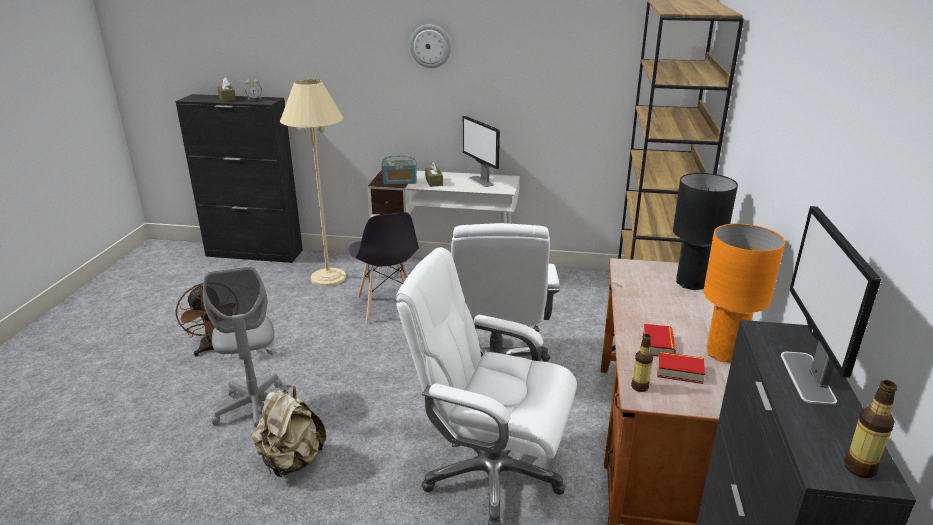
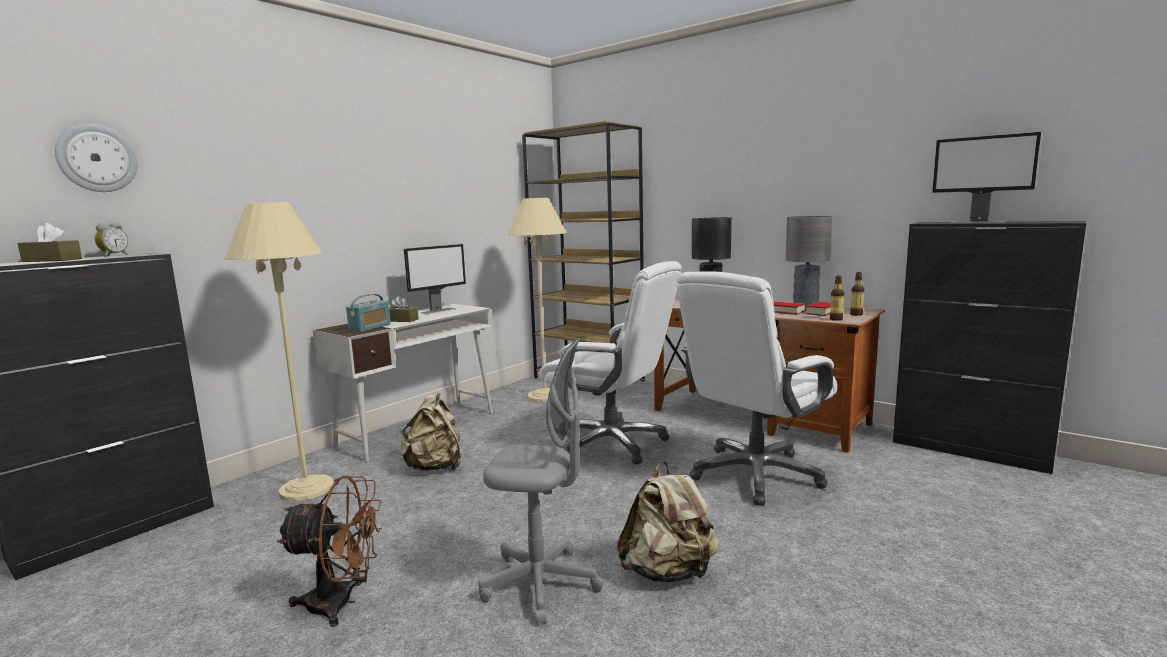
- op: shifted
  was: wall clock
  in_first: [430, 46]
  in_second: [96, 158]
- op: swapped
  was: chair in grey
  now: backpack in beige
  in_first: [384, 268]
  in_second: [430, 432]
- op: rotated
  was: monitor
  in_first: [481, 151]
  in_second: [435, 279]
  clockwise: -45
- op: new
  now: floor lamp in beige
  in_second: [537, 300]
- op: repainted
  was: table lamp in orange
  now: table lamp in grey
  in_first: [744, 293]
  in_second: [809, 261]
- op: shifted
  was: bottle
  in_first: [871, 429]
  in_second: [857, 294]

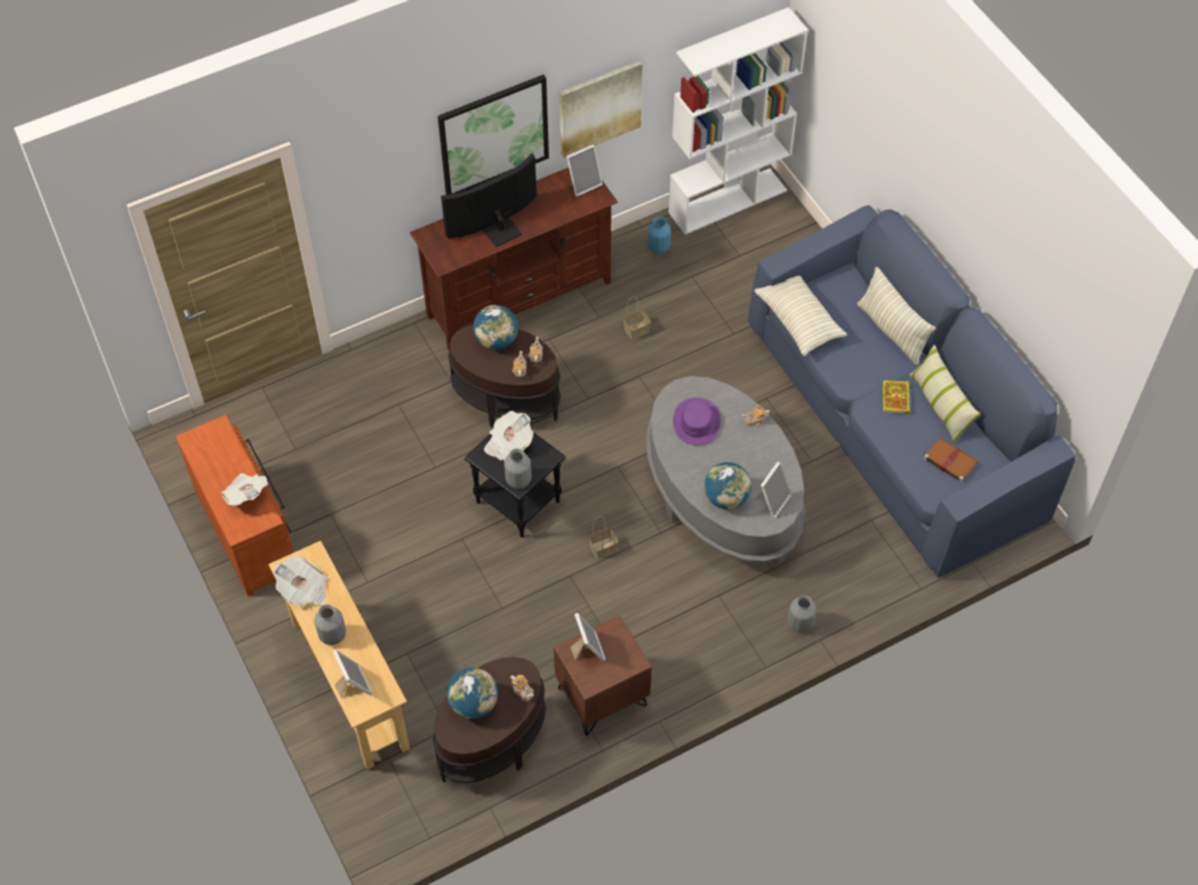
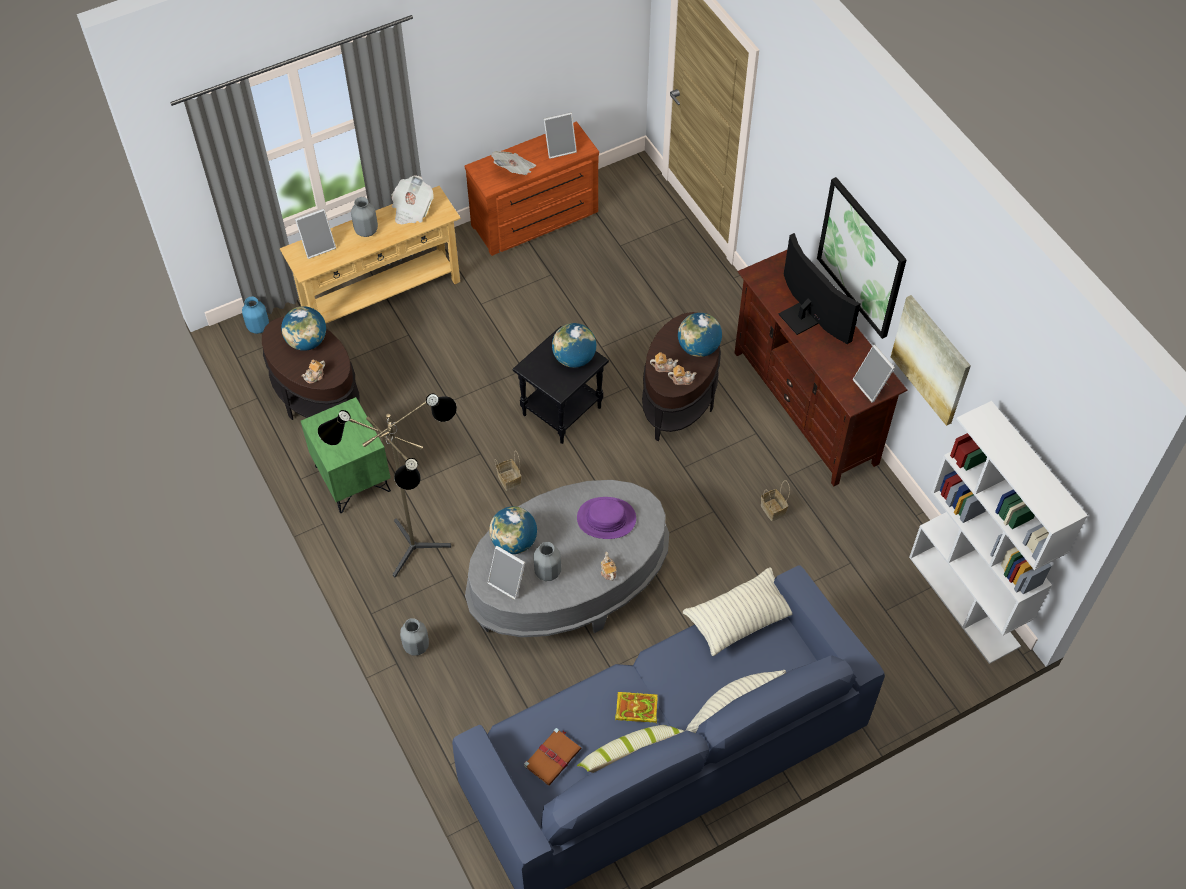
- op: shifted
  was: vase in blue
  in_first: [659, 235]
  in_second: [255, 315]
- op: repainted
  was: nightstand in brown
  now: nightstand in green
  in_first: [603, 675]
  in_second: [346, 455]
- op: new
  now: floor lamp
  in_second: [387, 486]
- op: shifted
  was: vase in grey
  in_first: [517, 468]
  in_second: [547, 561]
- op: shifted
  was: picture frame
  in_first: [588, 637]
  in_second: [560, 135]
- op: swapped
  was: newspaper
  now: globe
  in_first: [508, 436]
  in_second: [574, 345]

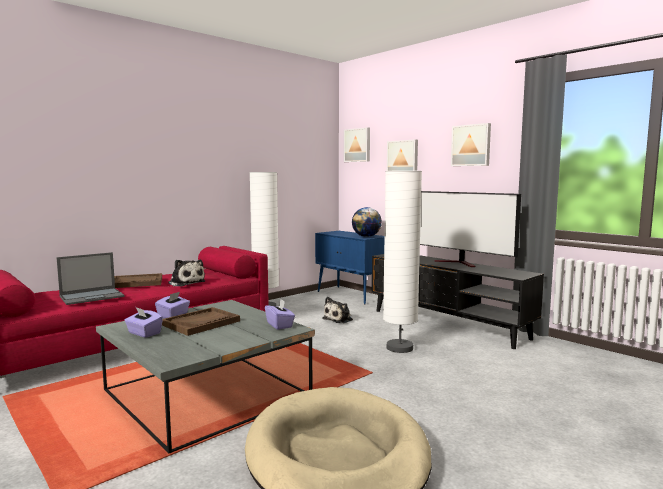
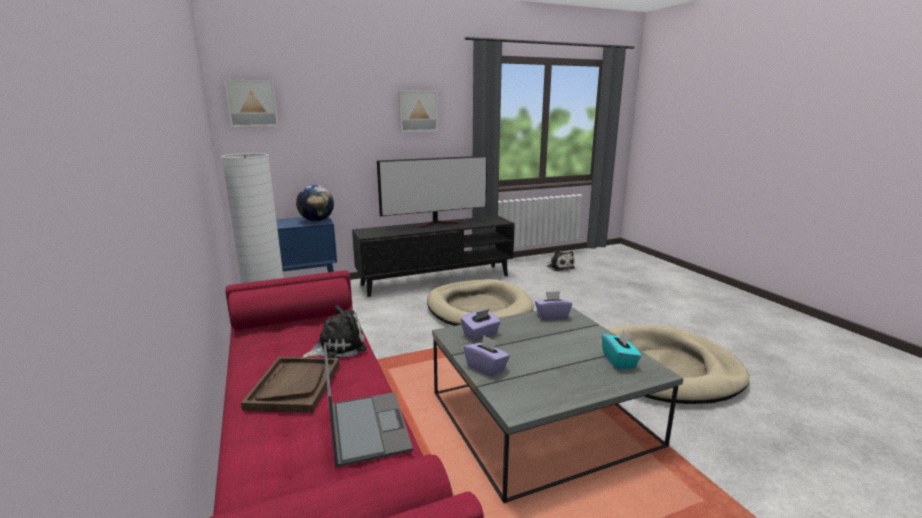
- op: swapped
  was: floor lamp in white
  now: dog bed in beige
  in_first: [402, 262]
  in_second: [480, 302]
- op: shifted
  was: tissue box in purple
  in_first: [143, 322]
  in_second: [481, 324]
- op: shifted
  was: plush toy
  in_first: [337, 310]
  in_second: [561, 261]
- op: new
  now: tissue box in turquoise
  in_second: [621, 349]
- op: gone
  was: tray in brown
  in_first: [201, 321]
- op: gone
  was: picture
  in_first: [402, 155]

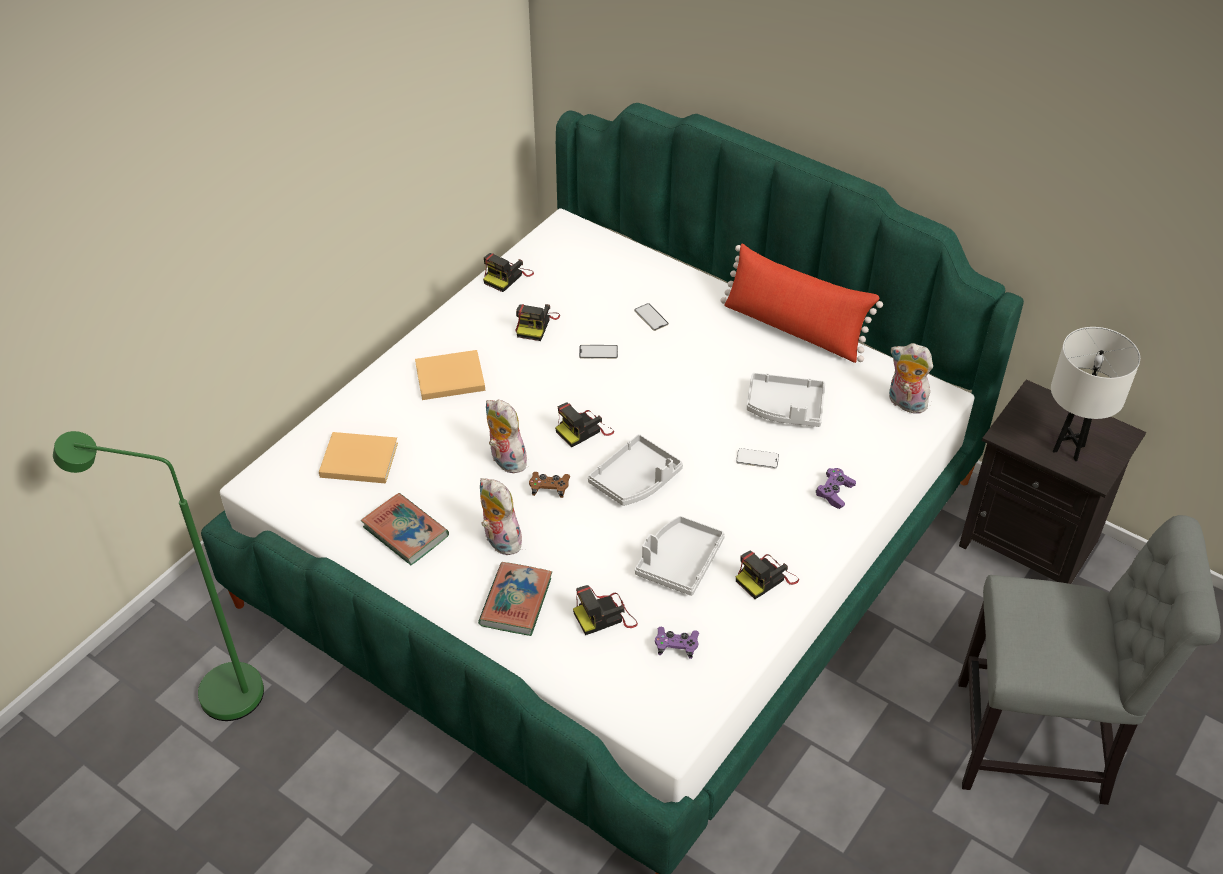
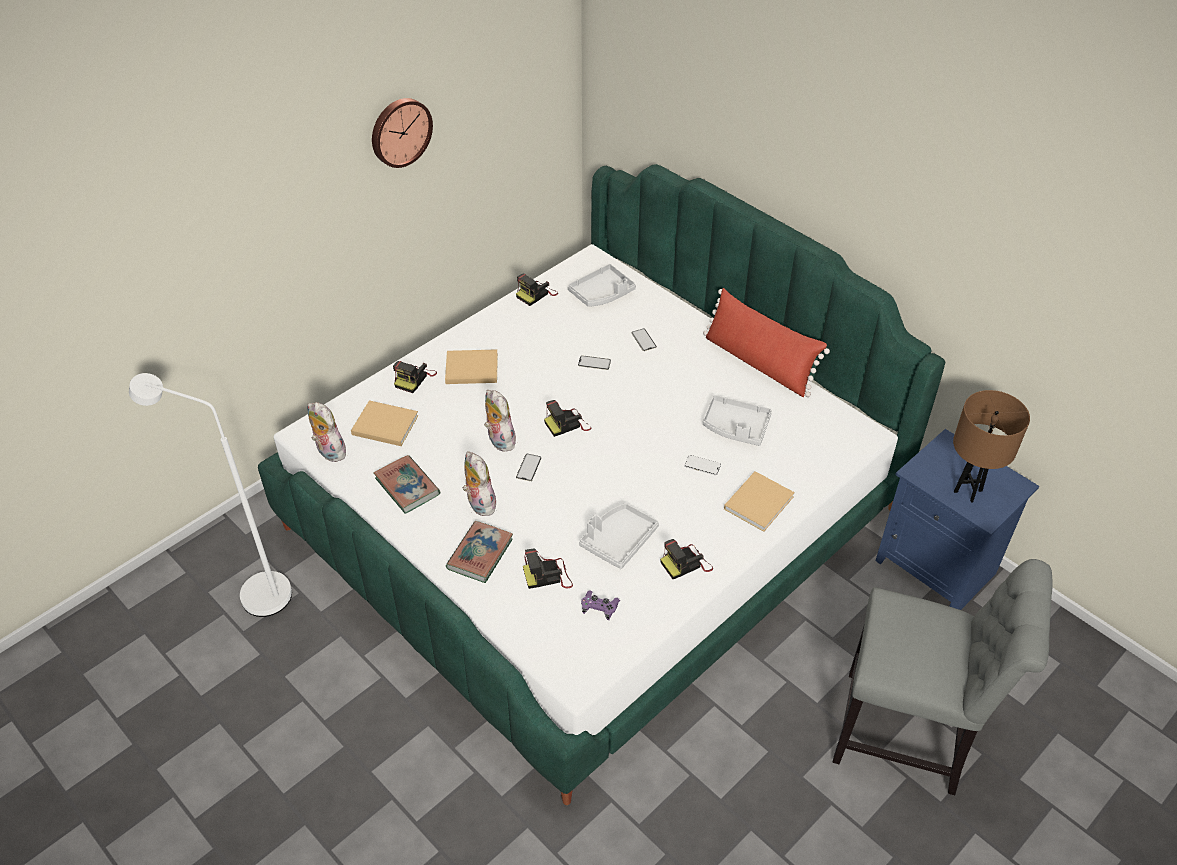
- op: repainted
  was: floor lamp in green
  now: floor lamp in white
  in_first: [158, 576]
  in_second: [210, 495]
- op: shifted
  was: plush toy
  in_first: [911, 378]
  in_second: [327, 432]
- op: new
  now: wall clock
  in_second: [402, 133]
- op: shifted
  was: photo camera
  in_first: [537, 322]
  in_second: [415, 377]
- op: swapped
  was: game controller in brown
  now: phone
  in_first: [549, 485]
  in_second: [528, 467]
- op: shifted
  was: tray in grey
  in_first: [635, 470]
  in_second: [602, 285]
- op: swapped
  was: game controller in purple
  now: book in beige
  in_first: [836, 488]
  in_second: [759, 501]
- op: repainted
  was: nightstand in black
  now: nightstand in blue
  in_first: [1052, 481]
  in_second: [957, 519]
- op: repainted
  was: table lamp in white
  now: table lamp in brown
  in_first: [1095, 394]
  in_second: [991, 446]

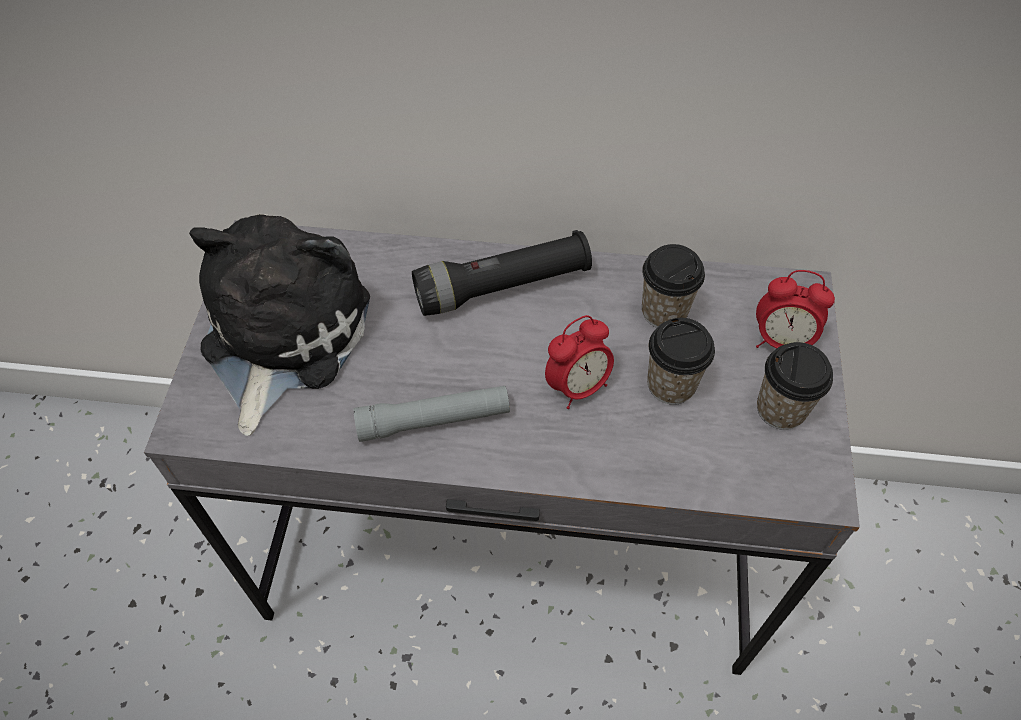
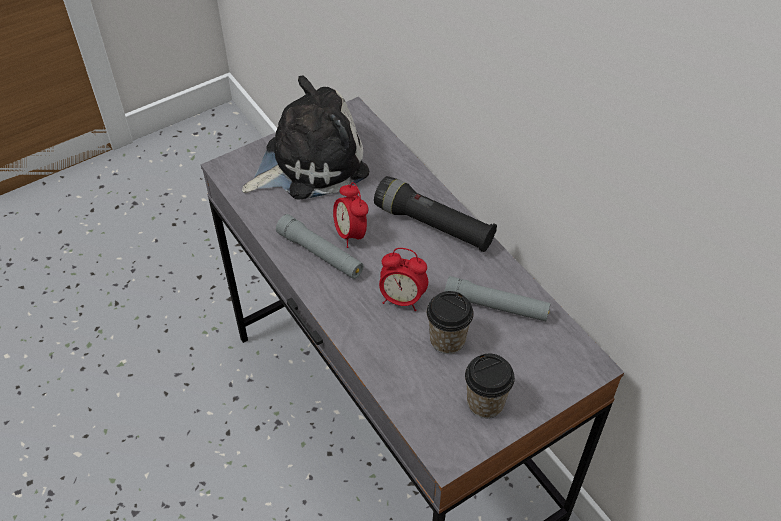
- op: shifted
  was: alarm clock
  in_first: [795, 309]
  in_second: [351, 215]
- op: swapped
  was: cup
  now: flashlight in grey
  in_first: [673, 286]
  in_second: [497, 298]

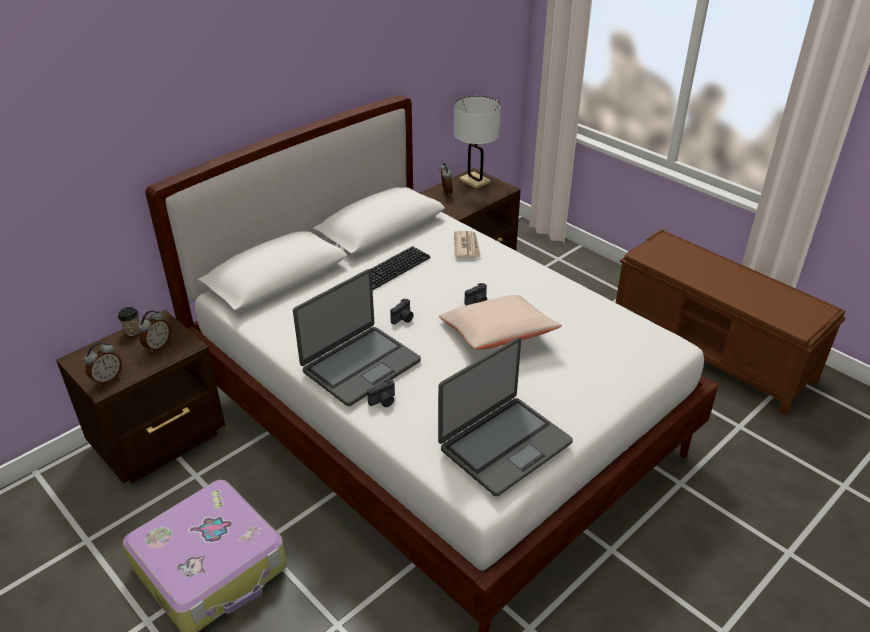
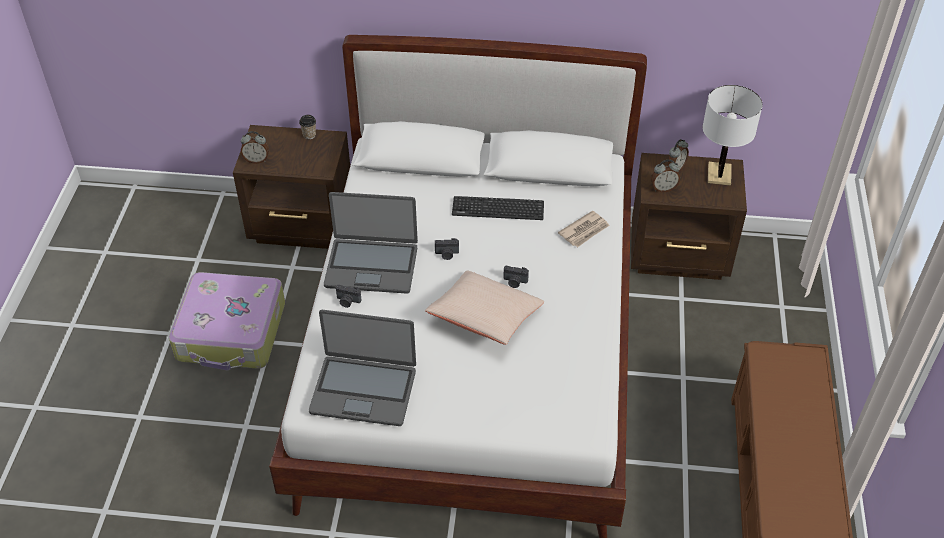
- op: shifted
  was: alarm clock
  in_first: [154, 331]
  in_second: [665, 176]

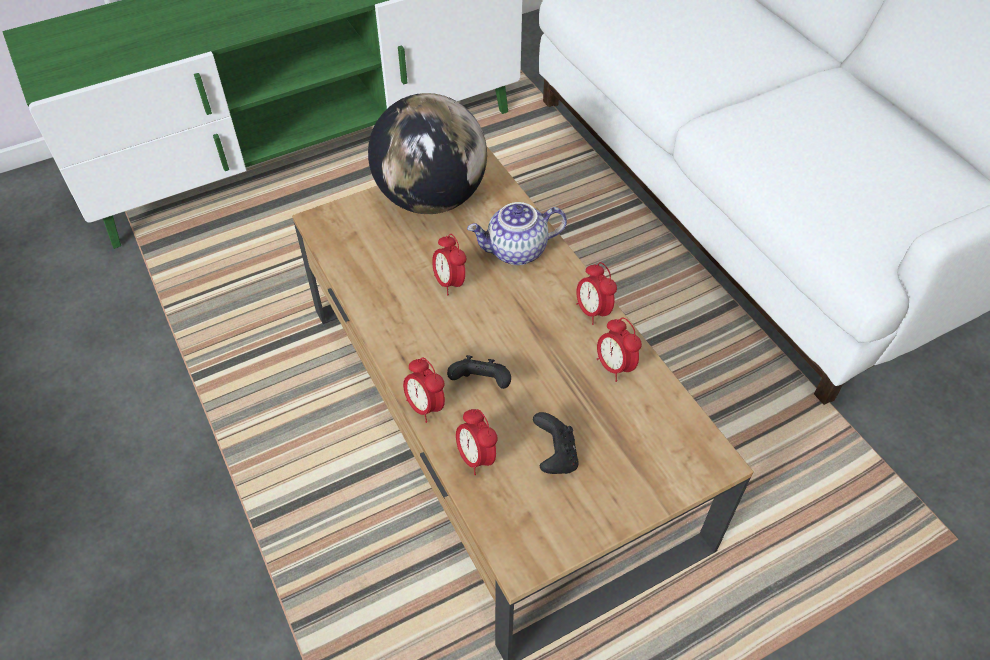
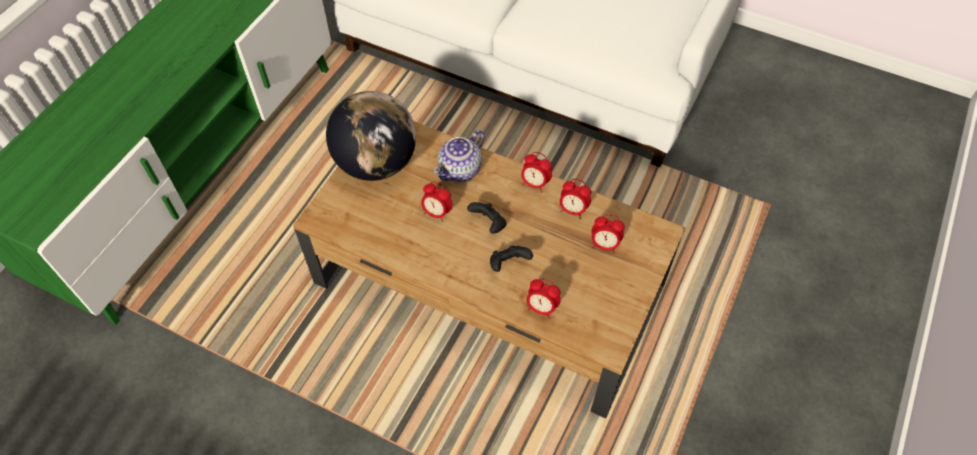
- op: shifted
  was: game controller in black
  in_first: [556, 443]
  in_second: [487, 218]
- op: shifted
  was: alarm clock
  in_first: [424, 390]
  in_second: [608, 233]

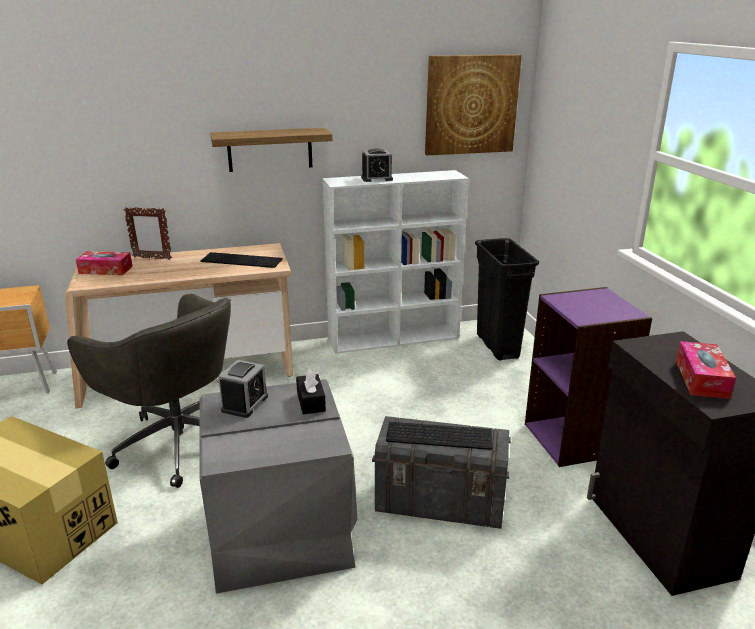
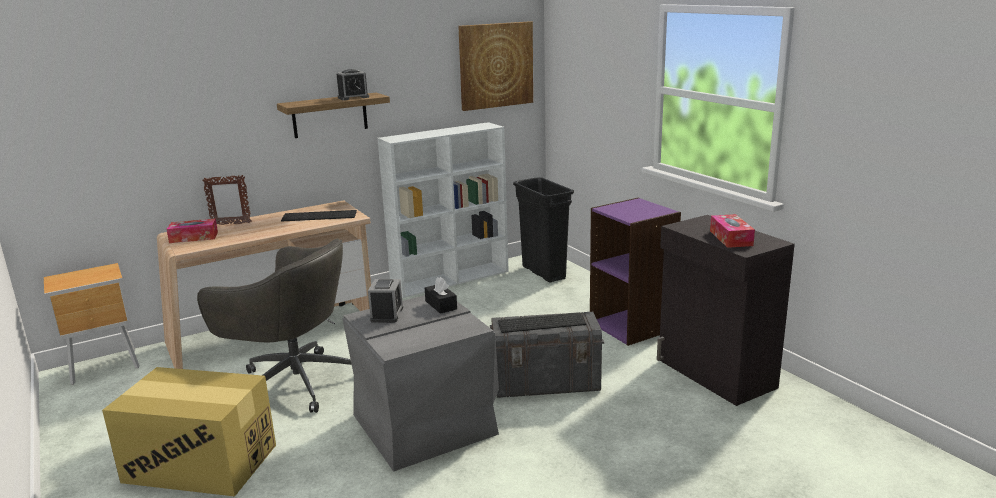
- op: shifted
  was: alarm clock
  in_first: [377, 165]
  in_second: [353, 84]

